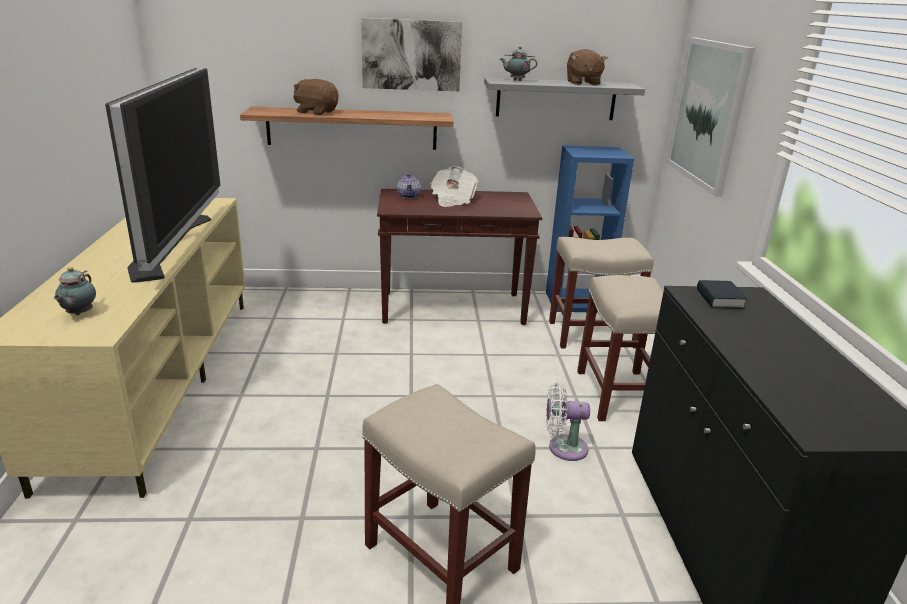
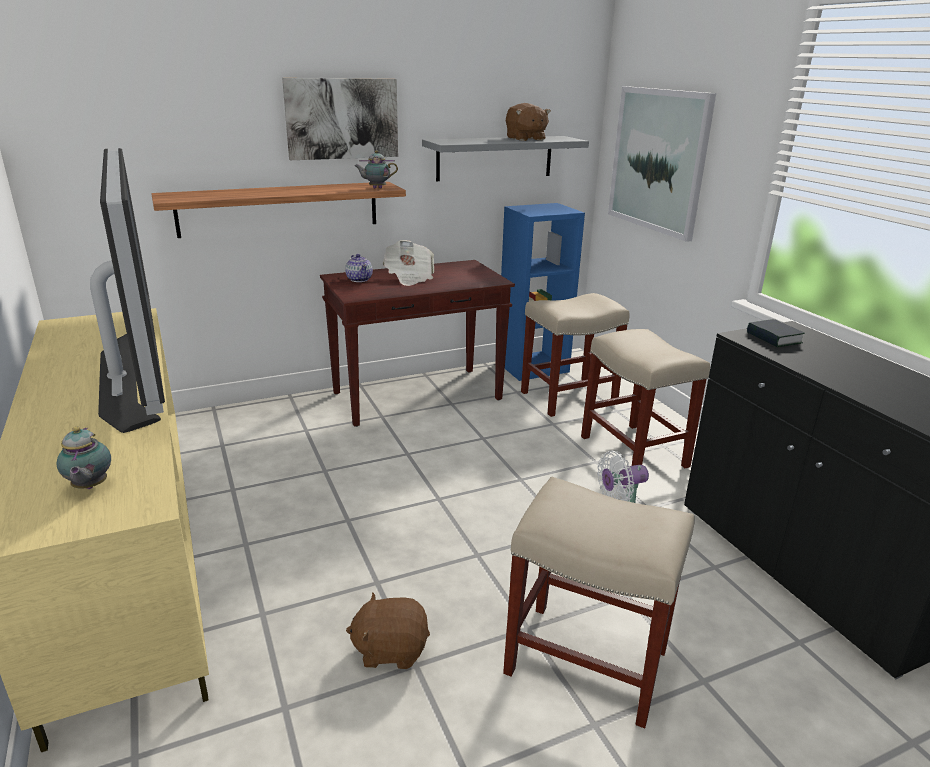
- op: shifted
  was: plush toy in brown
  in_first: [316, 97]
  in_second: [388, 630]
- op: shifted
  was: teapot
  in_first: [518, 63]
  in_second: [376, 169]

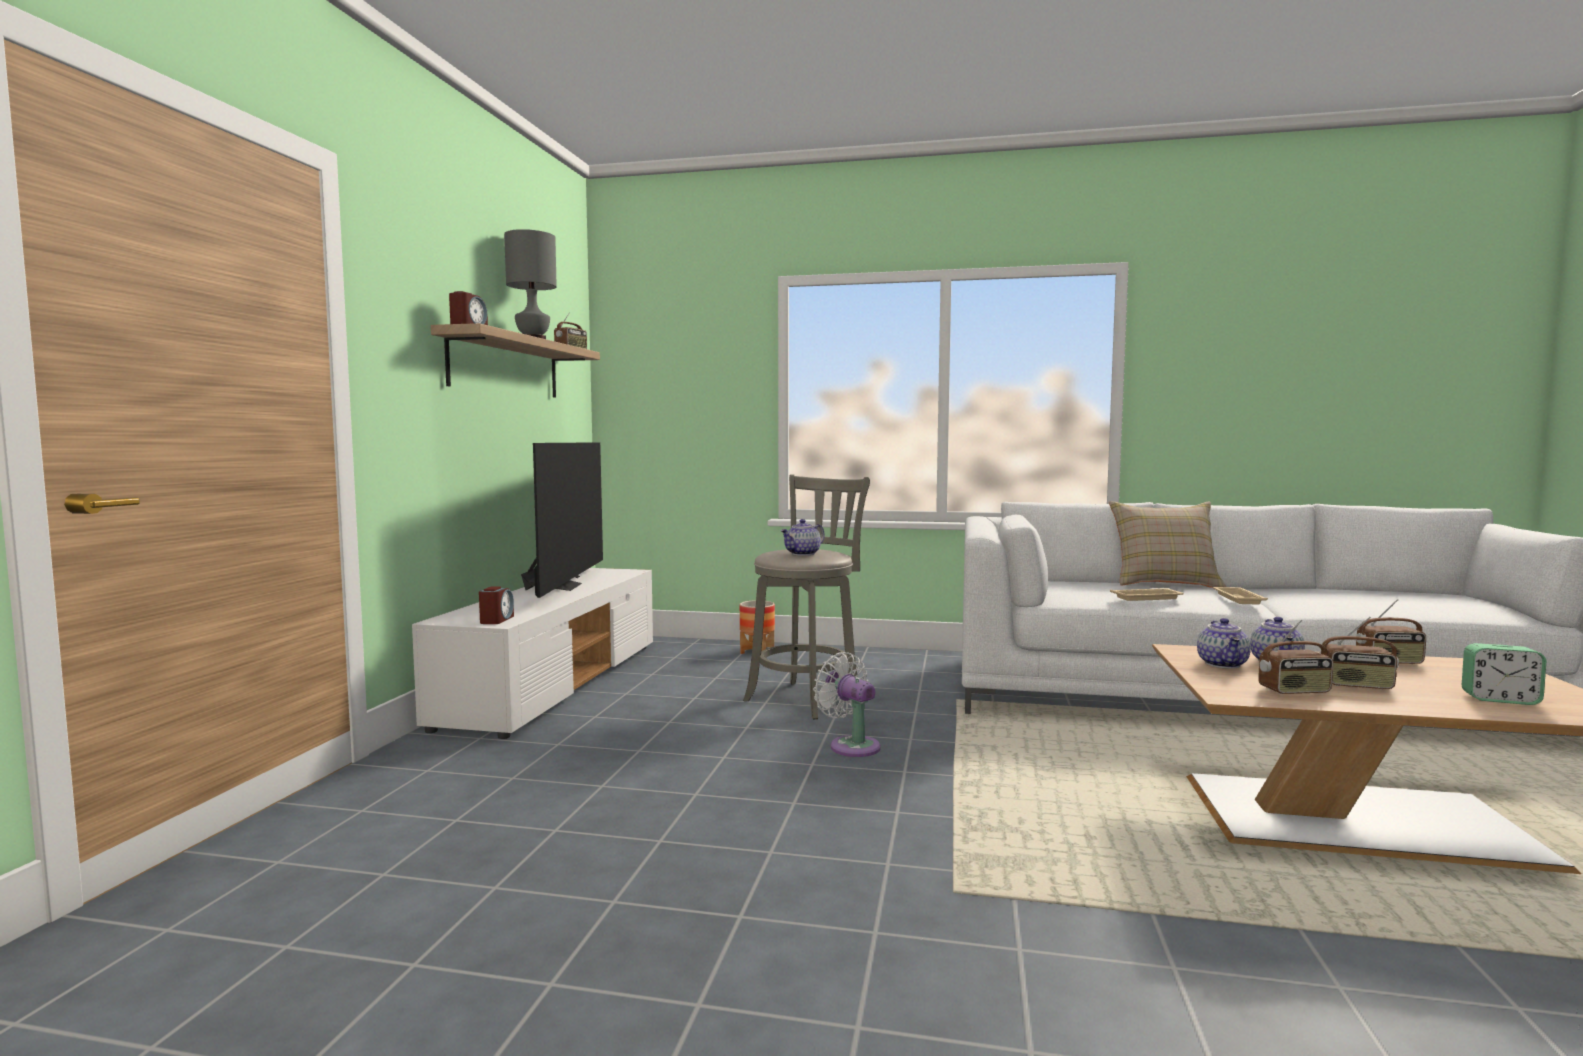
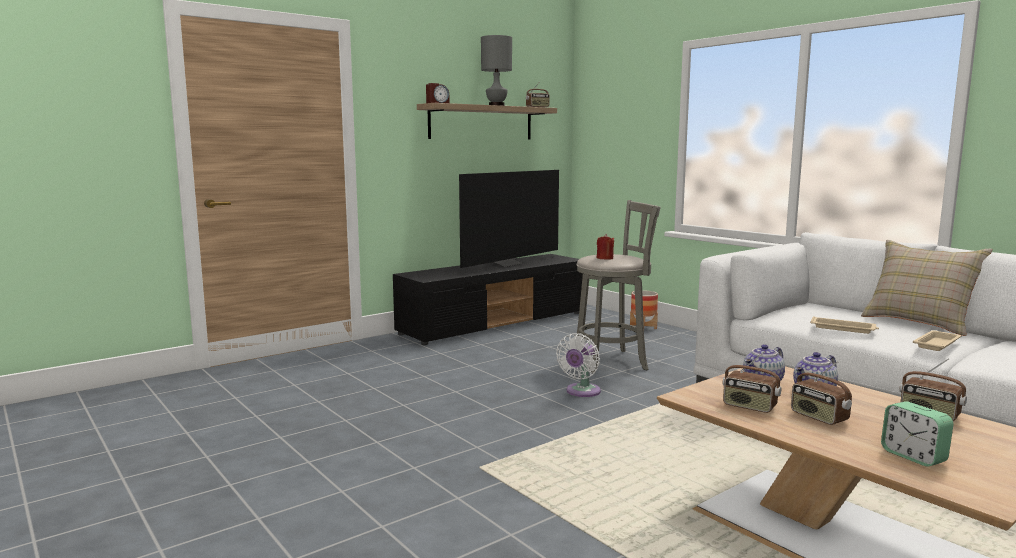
- op: repainted
  was: tv stand in white
  now: tv stand in black
  in_first: [532, 653]
  in_second: [488, 299]
- op: rotated
  was: fan in white
  in_first: [847, 704]
  in_second: [578, 365]
  clockwise: -150
- op: swapped
  was: teapot
  now: candle in red
  in_first: [802, 537]
  in_second: [605, 247]
- op: gone
  was: alarm clock
  in_first: [496, 605]

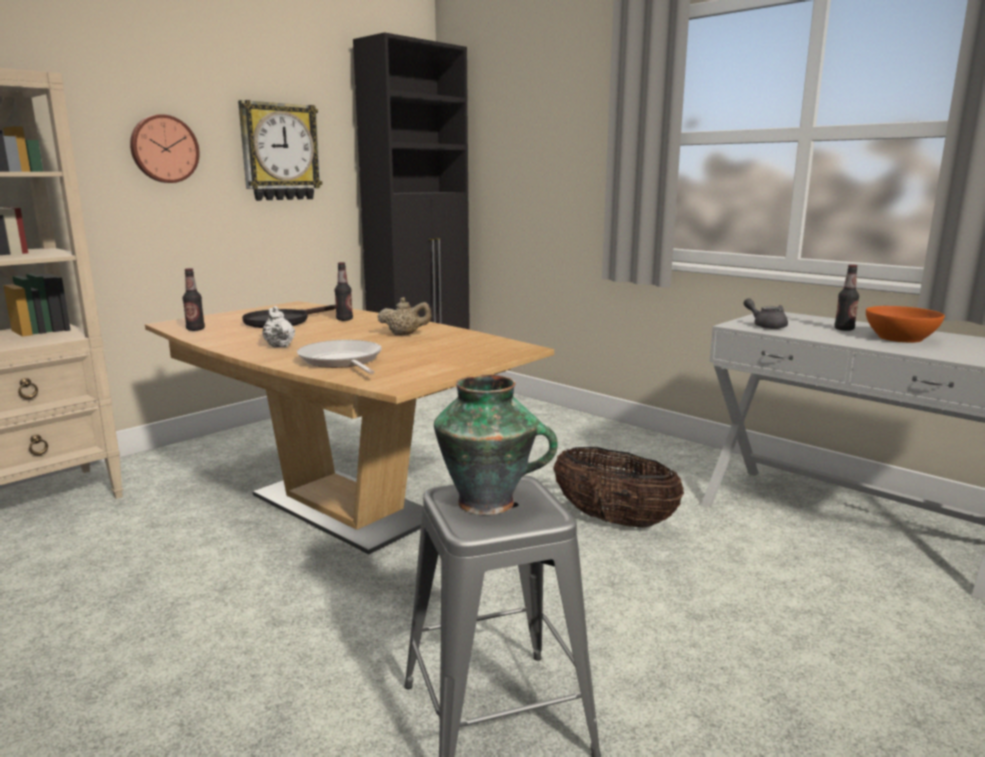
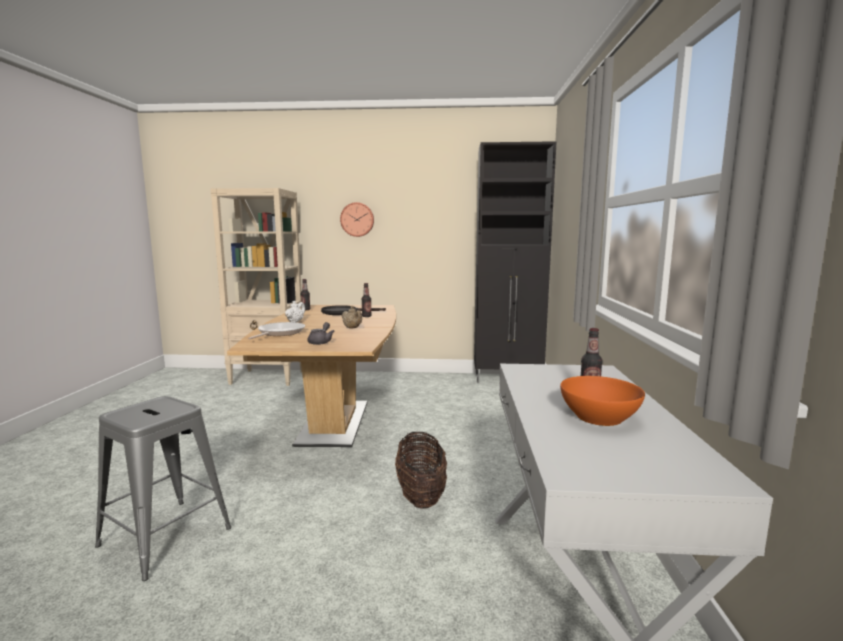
- op: shifted
  was: teapot in grey
  in_first: [766, 313]
  in_second: [320, 333]
- op: gone
  was: wall clock
  in_first: [280, 150]
- op: gone
  was: vase
  in_first: [496, 445]

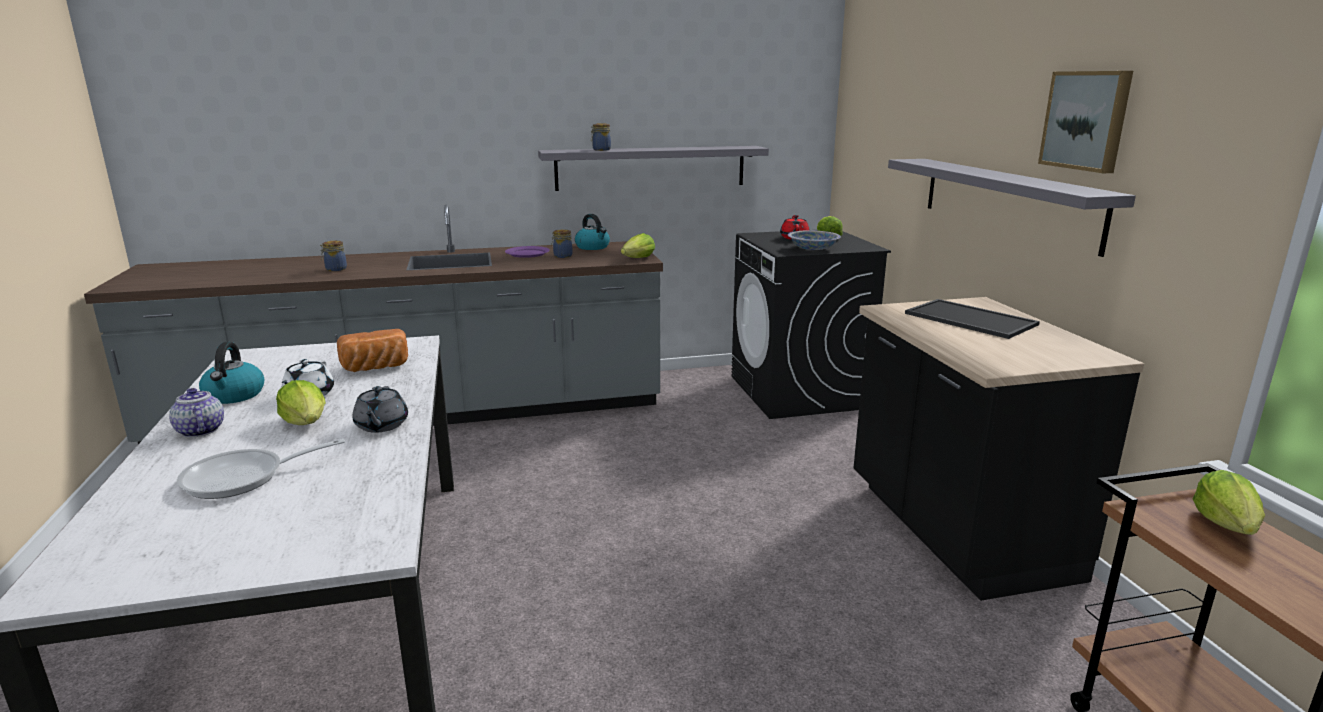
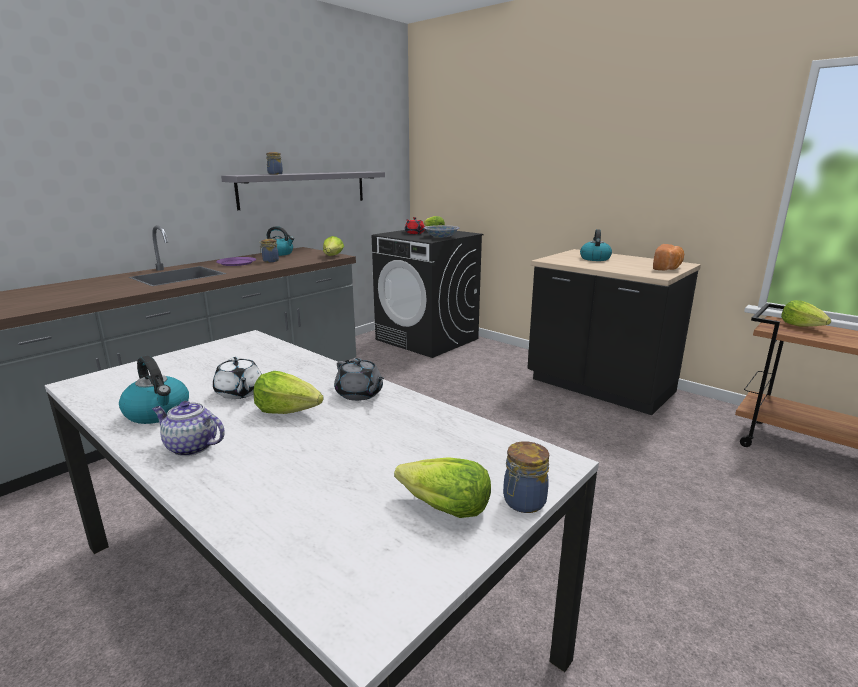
- op: new
  now: lettuce
  in_second: [442, 487]
- op: shifted
  was: jar
  in_first: [333, 256]
  in_second: [526, 477]
- op: swapped
  was: tray
  now: kettle
  in_first: [972, 319]
  in_second: [596, 245]
- op: shifted
  was: bread
  in_first: [372, 350]
  in_second: [668, 257]
- op: gone
  was: frying pan
  in_first: [261, 469]
- op: gone
  was: shelf in grey
  in_first: [1012, 208]
- op: gone
  was: picture
  in_first: [1085, 122]

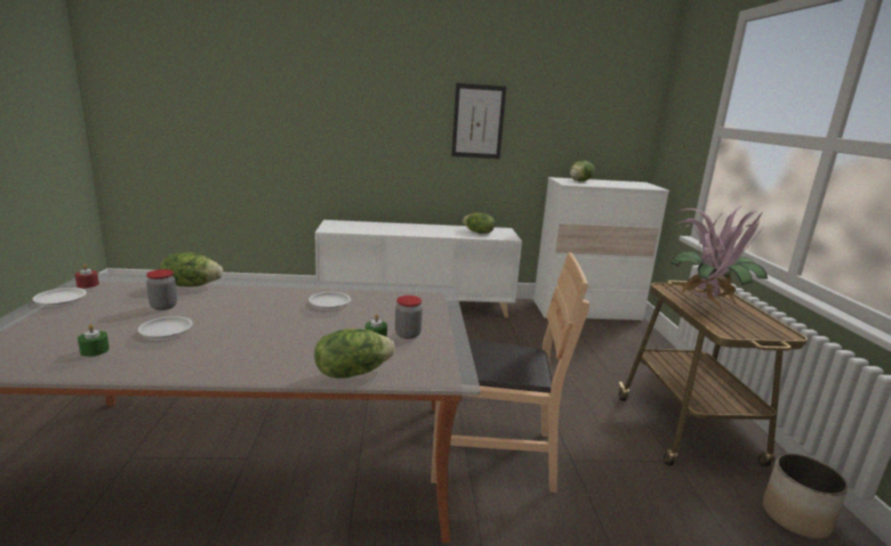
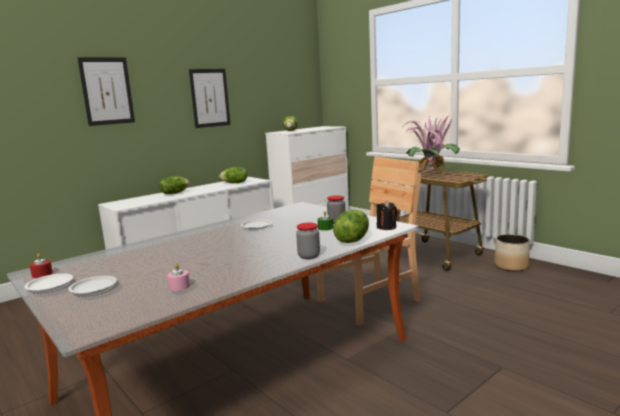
- op: shifted
  was: plate in white
  in_first: [165, 327]
  in_second: [93, 285]
- op: new
  now: picture
  in_second: [106, 91]
- op: shifted
  was: lettuce
  in_first: [191, 269]
  in_second: [175, 185]
- op: repainted
  was: candle in green
  now: candle in pink
  in_first: [93, 340]
  in_second: [178, 277]
- op: shifted
  was: jar
  in_first: [161, 289]
  in_second: [308, 241]
- op: new
  now: candle in black
  in_second: [387, 215]

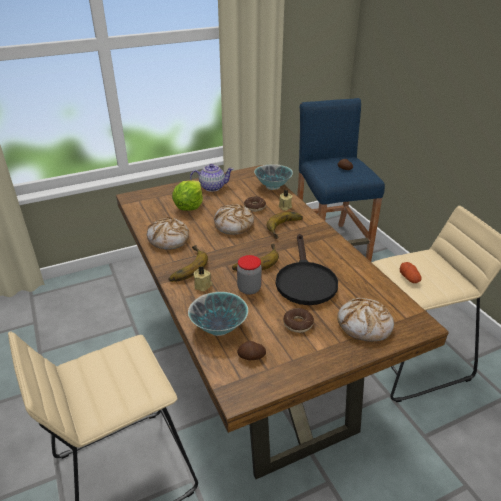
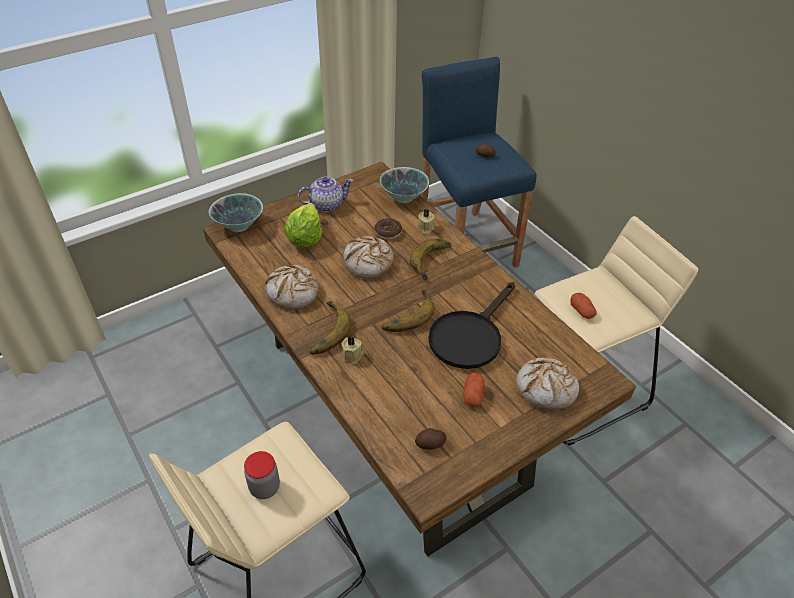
- op: shifted
  was: bowl
  in_first: [218, 314]
  in_second: [236, 212]
- op: shifted
  was: jar
  in_first: [249, 275]
  in_second: [262, 475]
- op: rotated
  was: frying pan in black
  in_first: [307, 269]
  in_second: [471, 325]
  clockwise: 45
- op: swapped
  was: donut
  now: potato
  in_first: [298, 320]
  in_second: [474, 389]

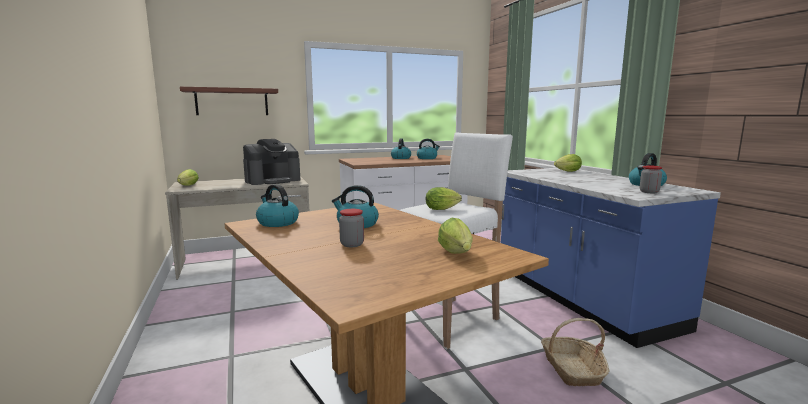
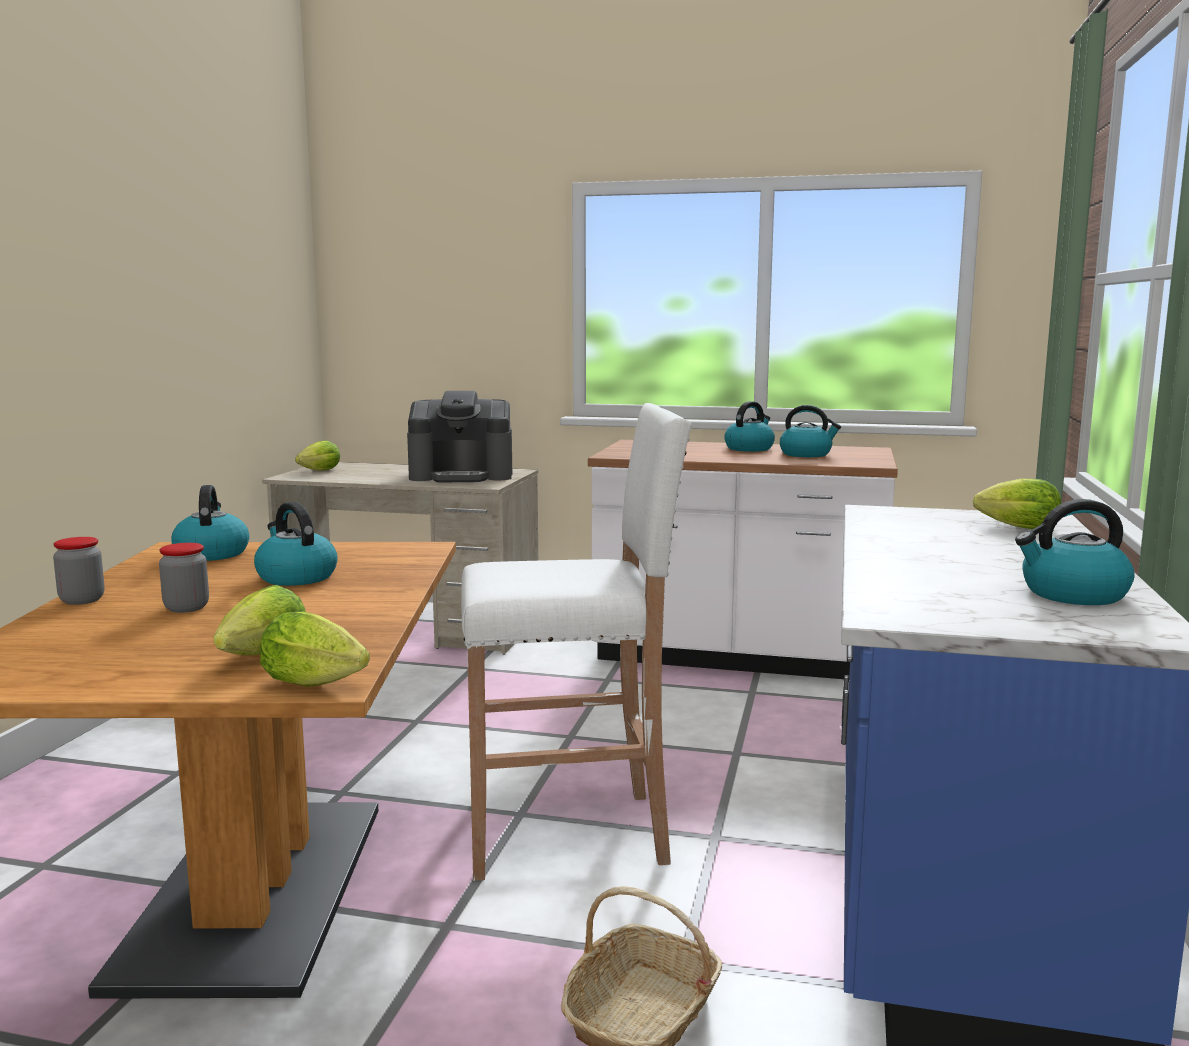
- op: shifted
  was: jar
  in_first: [651, 179]
  in_second: [79, 571]
- op: shifted
  was: lettuce
  in_first: [444, 198]
  in_second: [315, 649]
- op: gone
  was: shelf
  in_first: [229, 101]

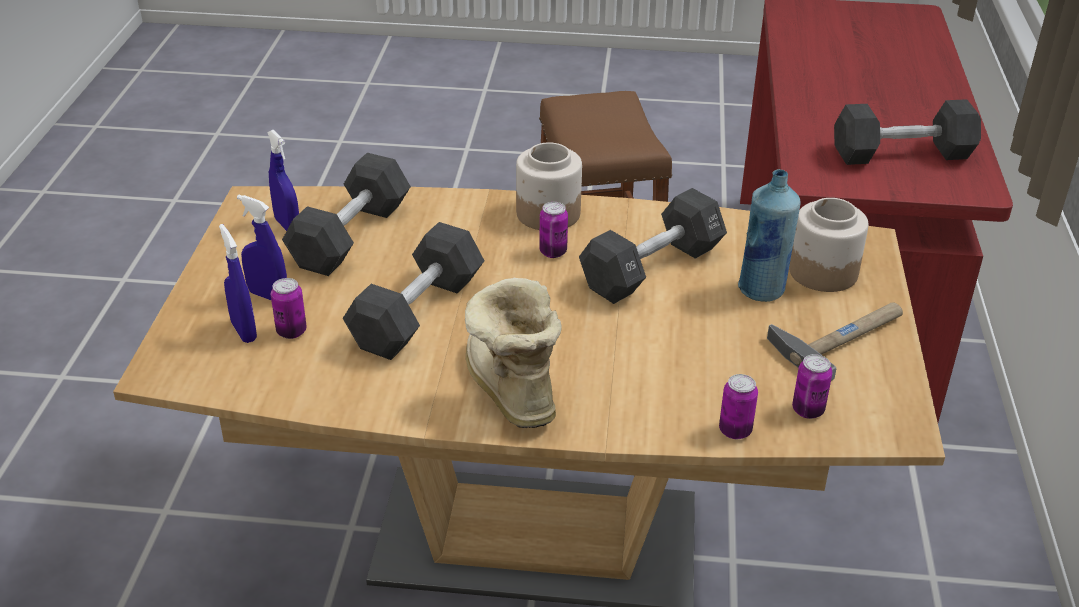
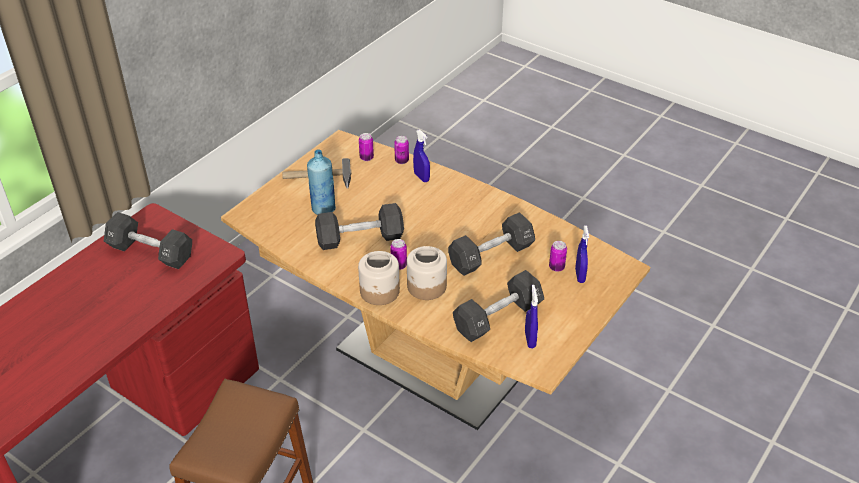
- op: shifted
  was: jar
  in_first: [829, 245]
  in_second: [427, 273]
- op: shifted
  was: spray bottle in blue
  in_first: [262, 247]
  in_second: [421, 156]
- op: gone
  was: boot
  in_first: [513, 353]

